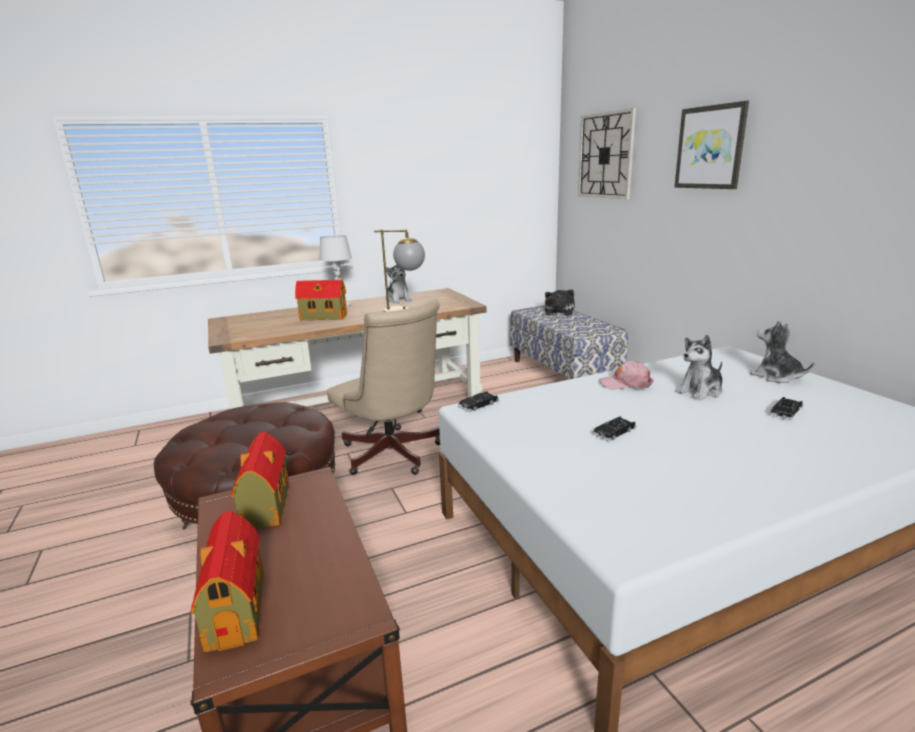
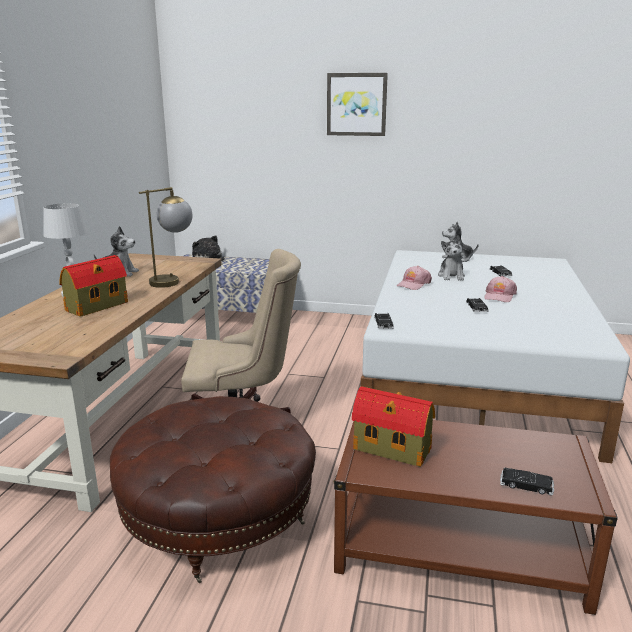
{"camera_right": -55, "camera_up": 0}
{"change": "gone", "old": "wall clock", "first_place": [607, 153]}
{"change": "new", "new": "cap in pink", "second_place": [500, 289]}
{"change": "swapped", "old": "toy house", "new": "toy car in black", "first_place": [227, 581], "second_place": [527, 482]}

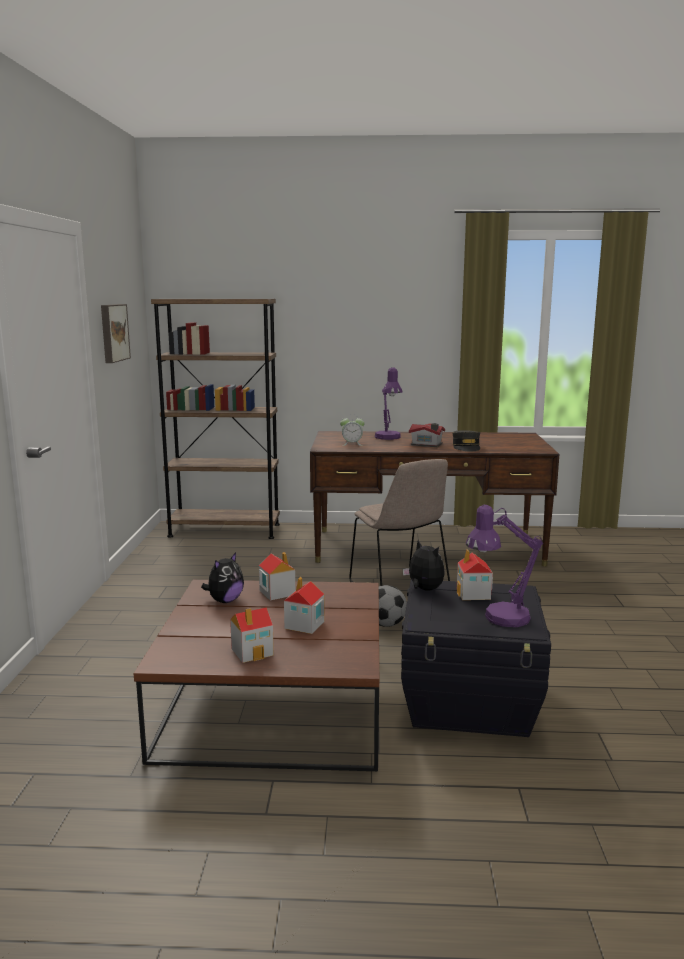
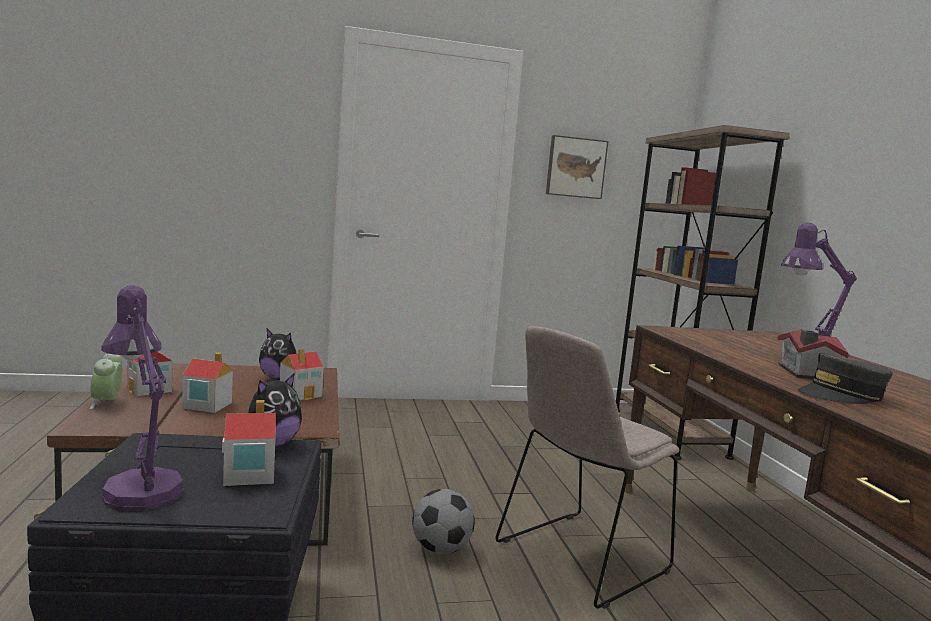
{"camera_right": 75, "camera_up": -5}
{"change": "shifted", "old": "alarm clock", "first_place": [352, 430], "second_place": [106, 381]}

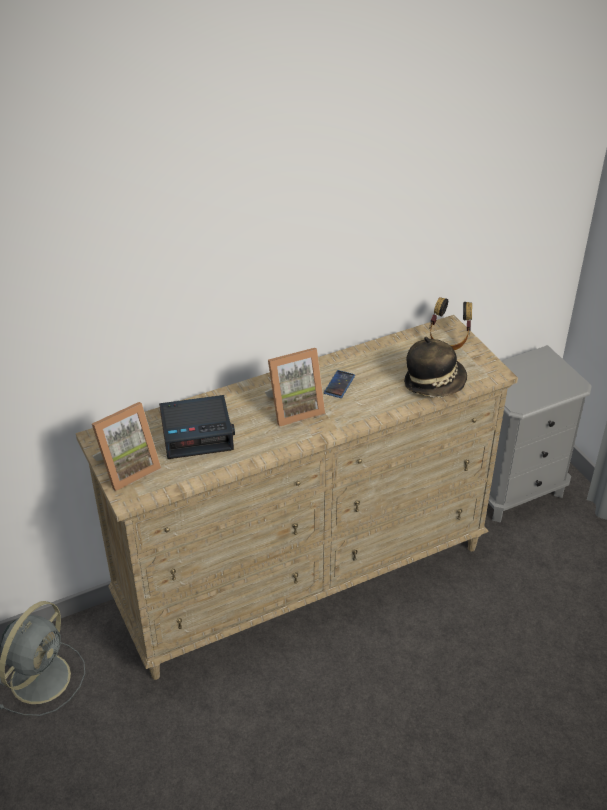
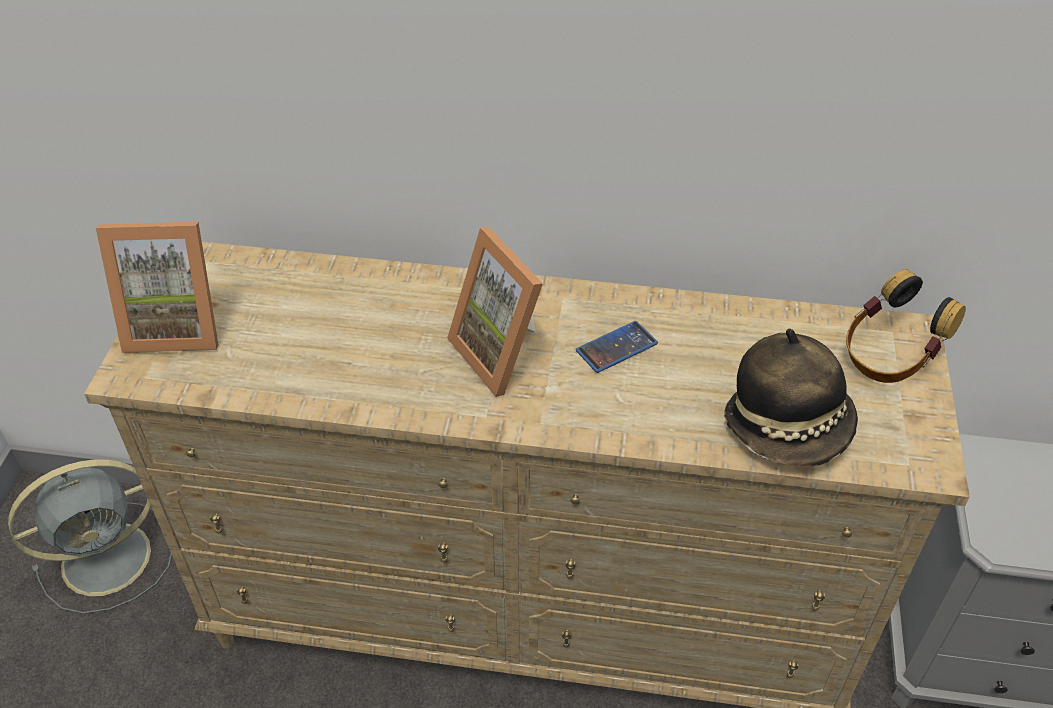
{"camera_right": 35, "camera_up": 5}
{"change": "gone", "old": "alarm clock", "first_place": [197, 427]}
{"change": "rotated", "old": "picture frame", "first_place": [295, 387], "second_place": [495, 312], "degrees": 45}

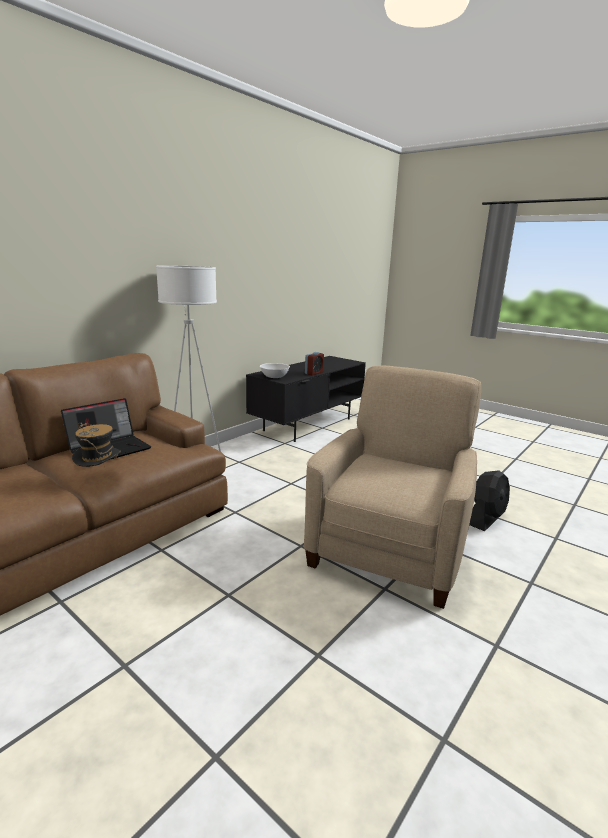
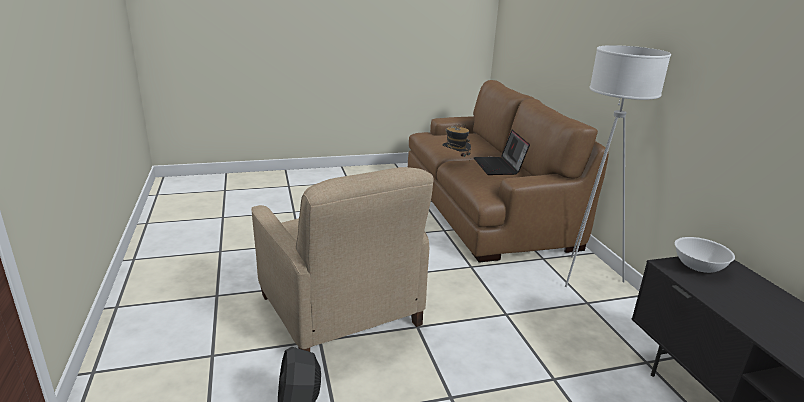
{"camera_right": 125, "camera_up": 5}
{"change": "gone", "old": "alarm clock", "first_place": [314, 363]}

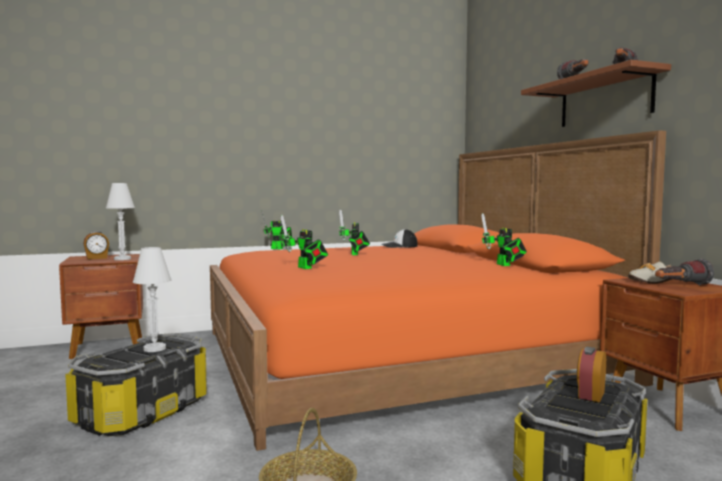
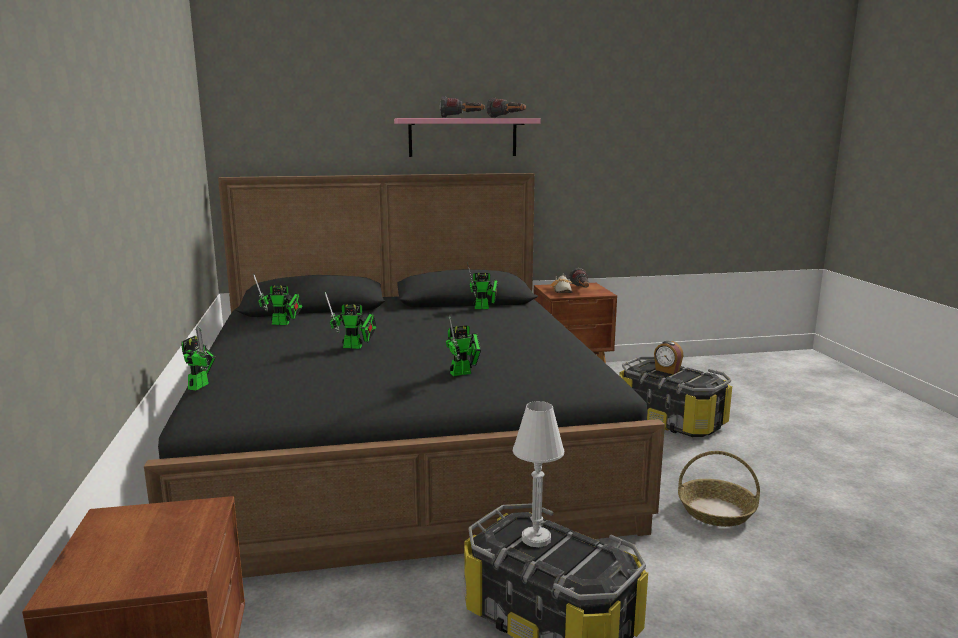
{"camera_right": -80, "camera_up": 10}
{"change": "gone", "old": "alarm clock", "first_place": [96, 245]}
{"change": "gone", "old": "table lamp in white", "first_place": [120, 221]}
{"change": "swapped", "old": "cap", "new": "toy robot", "first_place": [400, 238], "second_place": [277, 299]}
{"change": "repainted", "old": "bed in orange", "new": "bed in black", "first_place": [438, 290], "second_place": [404, 375]}
{"change": "repainted", "old": "shelf in brown", "new": "shelf in pink", "first_place": [596, 93], "second_place": [467, 137]}

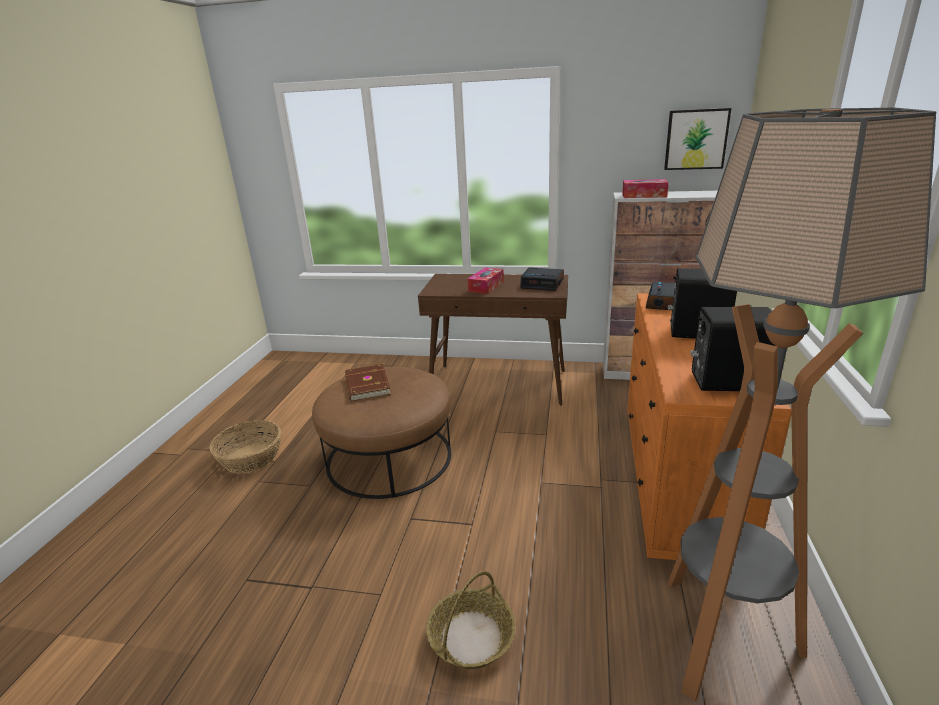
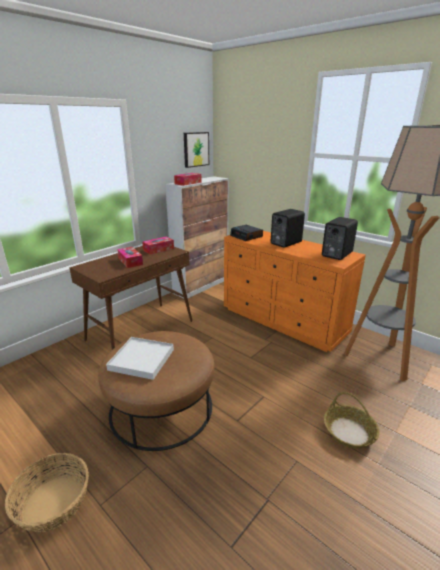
{"camera_right": -60, "camera_up": 0}
{"change": "swapped", "old": "book in brown", "new": "tray in white", "first_place": [368, 382], "second_place": [140, 358]}
{"change": "swapped", "old": "alarm clock", "new": "tissue box", "first_place": [542, 279], "second_place": [158, 245]}

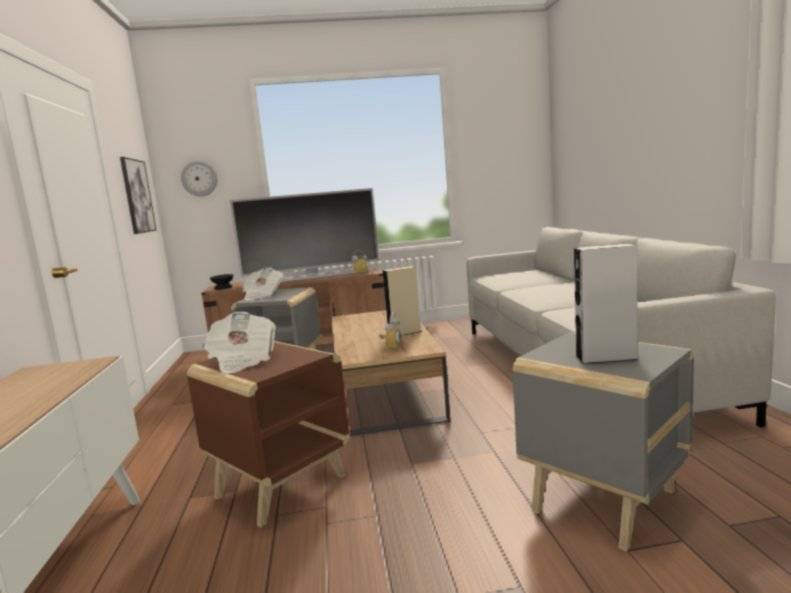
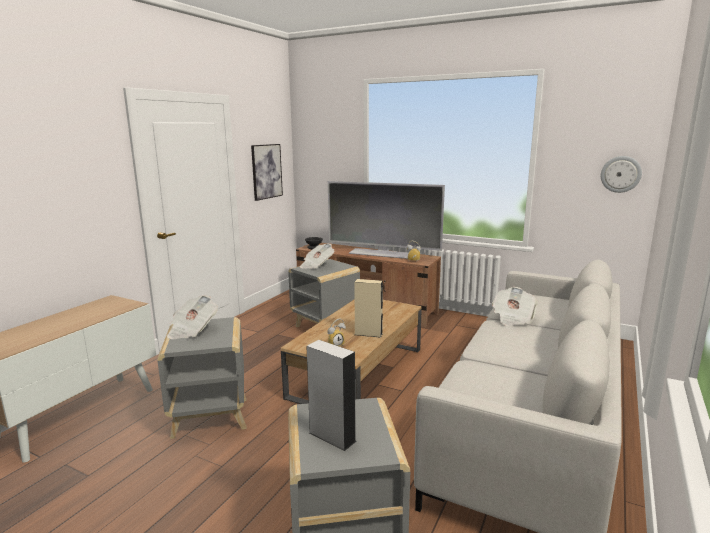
{"camera_right": 35, "camera_up": 5}
{"change": "new", "new": "newspaper", "second_place": [515, 306]}
{"change": "shifted", "old": "wall clock", "first_place": [199, 179], "second_place": [621, 174]}
{"change": "repainted", "old": "side table in brown", "new": "side table in grey", "first_place": [268, 434], "second_place": [201, 378]}

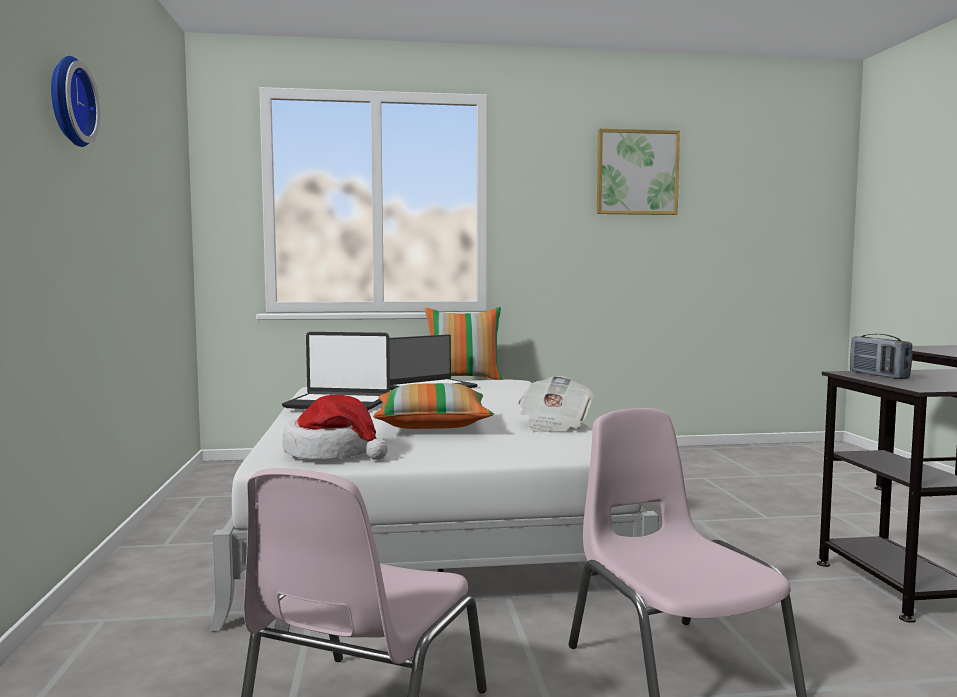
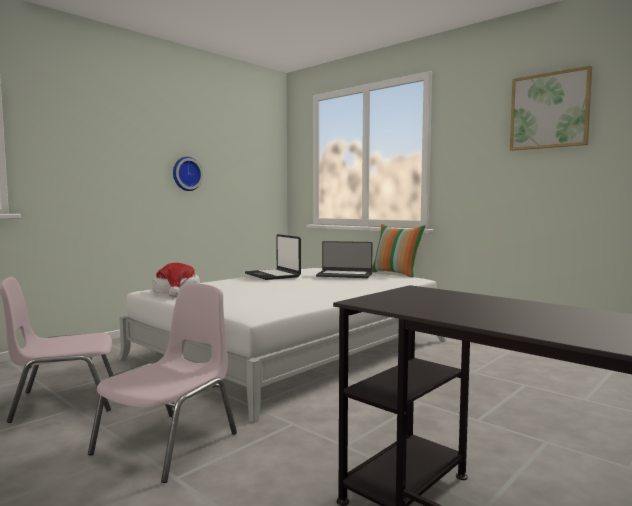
{"camera_right": 50, "camera_up": 0}
{"change": "gone", "old": "pillow", "first_place": [433, 406]}
{"change": "gone", "old": "newspaper", "first_place": [556, 404]}
{"change": "gone", "old": "radio", "first_place": [881, 356]}
{"change": "shifted", "old": "wall clock", "first_place": [75, 101], "second_place": [188, 174]}

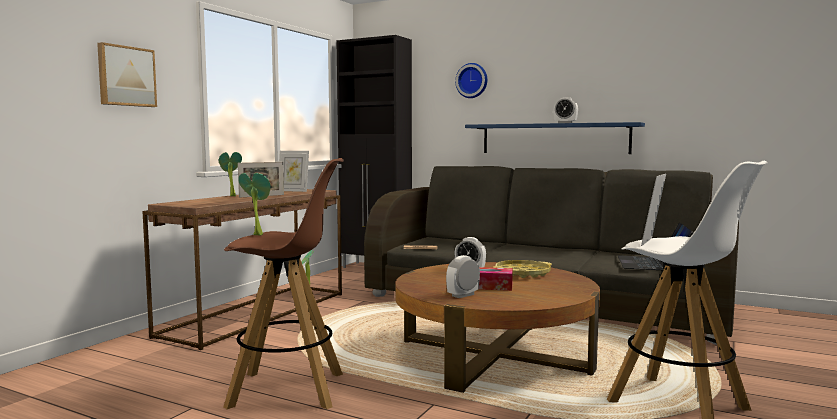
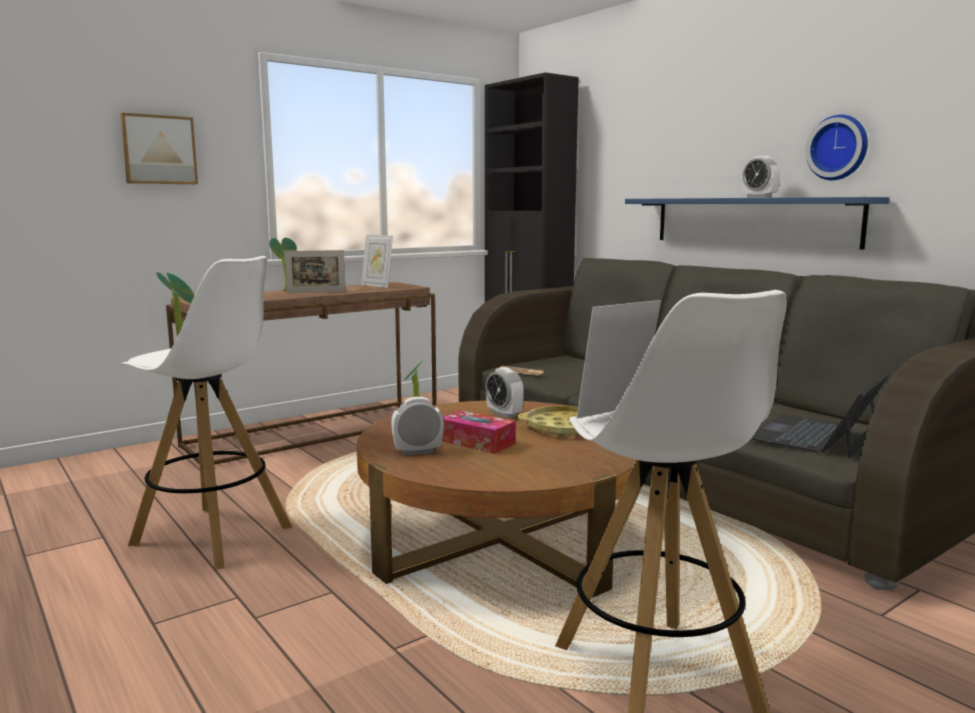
{"camera_right": 25, "camera_up": 5}
{"change": "shifted", "old": "wall clock", "first_place": [471, 80], "second_place": [837, 147]}
{"change": "repainted", "old": "stool in brown", "new": "stool in white", "first_place": [283, 283], "second_place": [207, 413]}

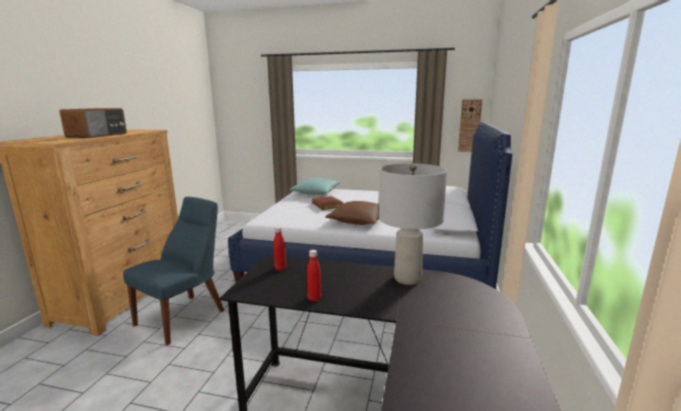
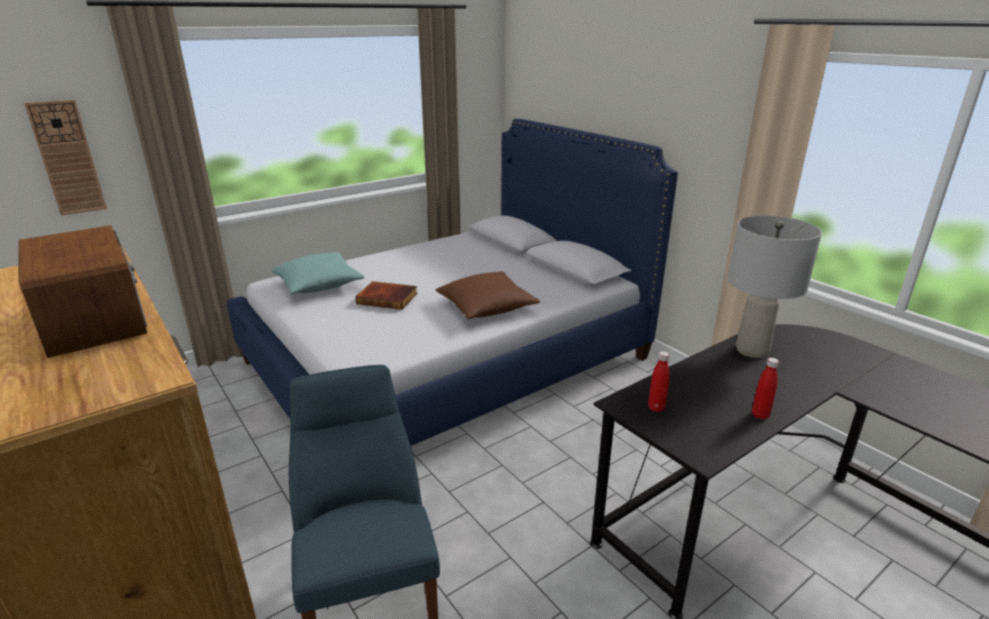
{"camera_right": -50, "camera_up": 10}
{"change": "shifted", "old": "wall clock", "first_place": [470, 125], "second_place": [65, 158]}

